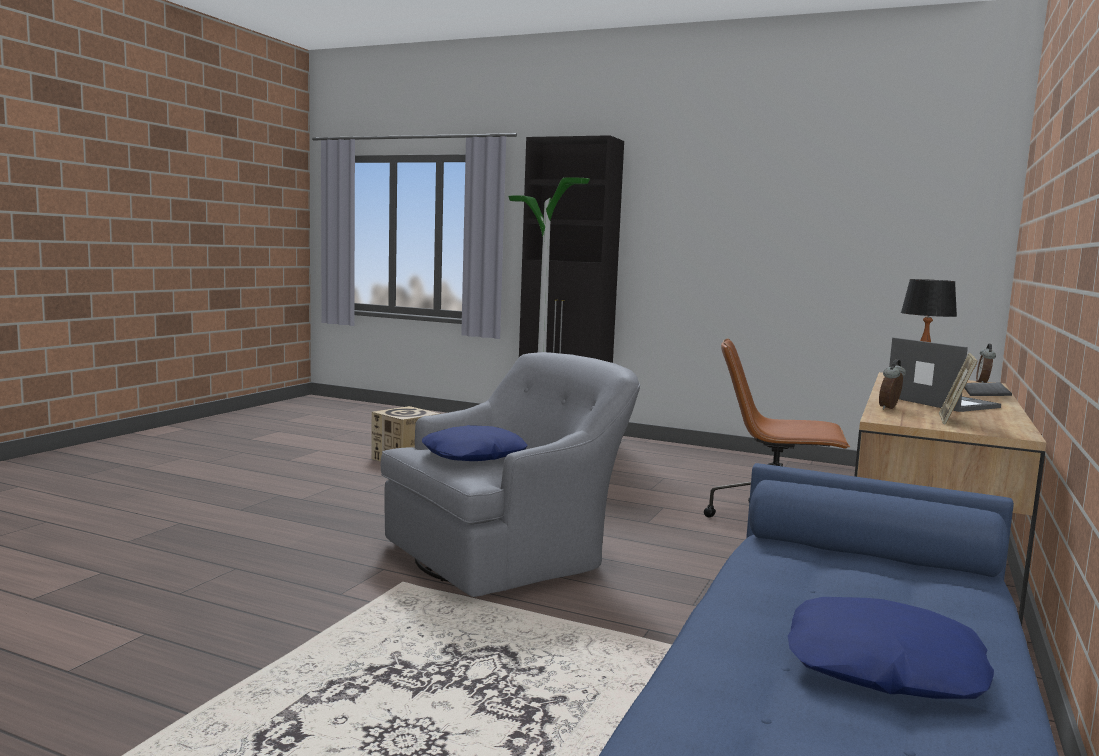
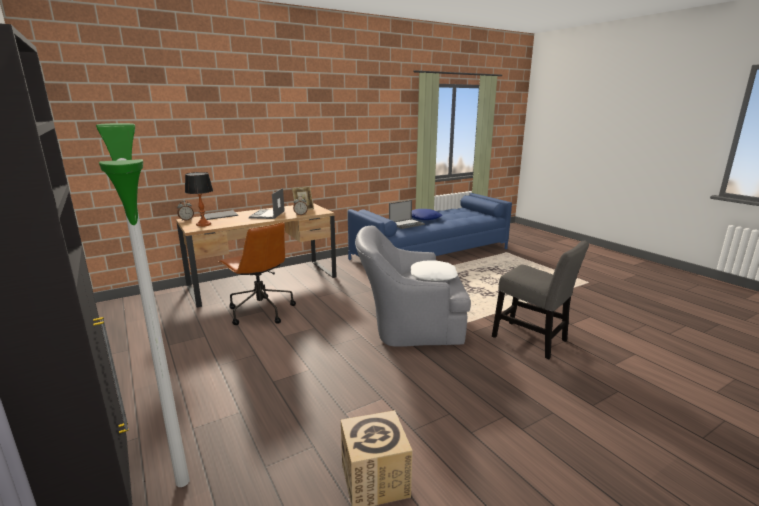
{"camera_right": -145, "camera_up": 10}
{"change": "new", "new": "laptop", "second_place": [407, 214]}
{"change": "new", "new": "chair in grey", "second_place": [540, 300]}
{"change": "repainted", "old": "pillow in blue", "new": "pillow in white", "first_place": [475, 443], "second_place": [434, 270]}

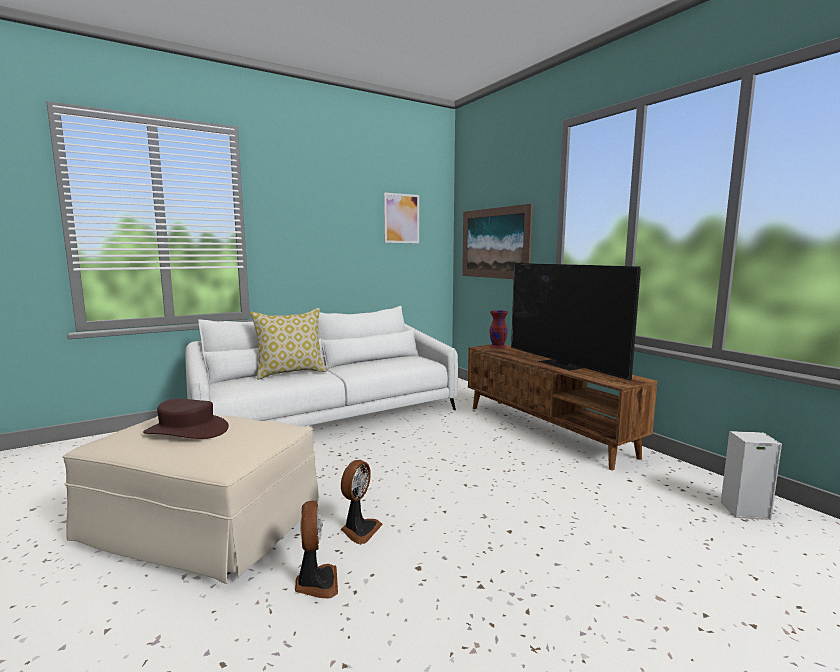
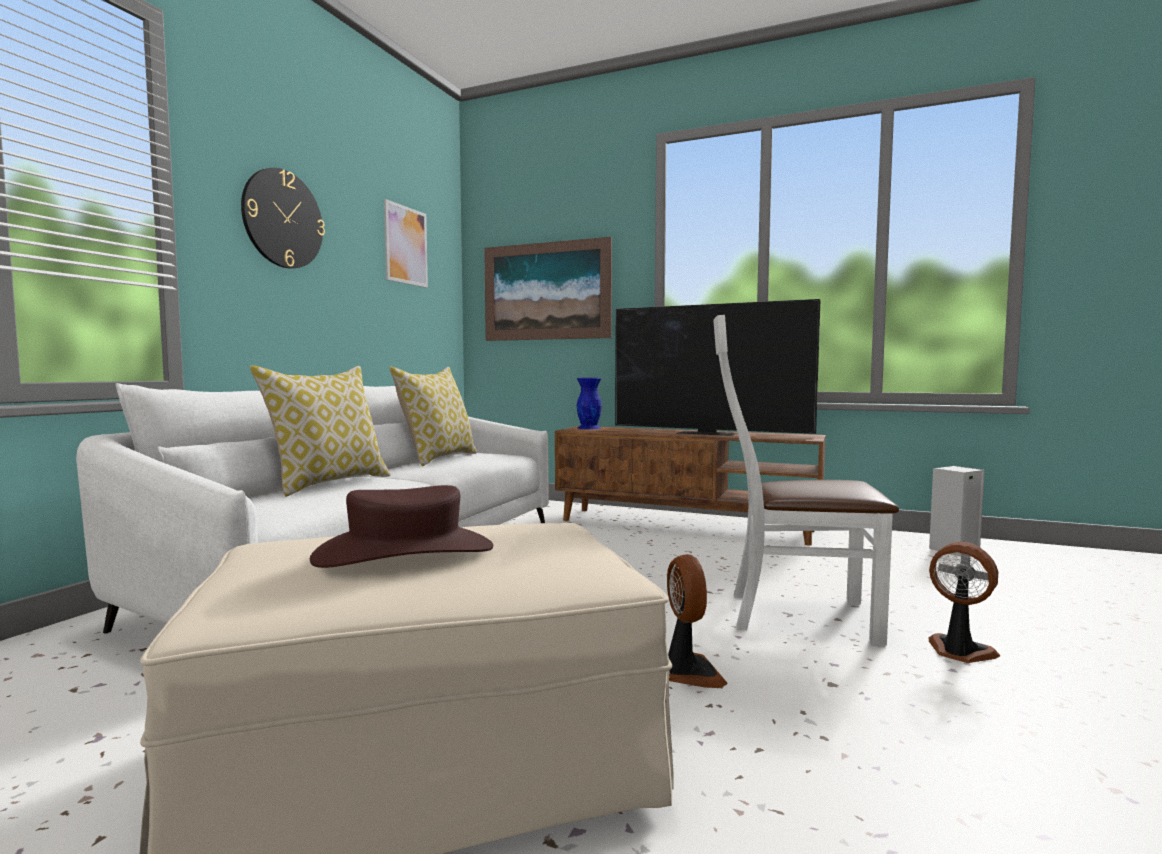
{"camera_right": -35, "camera_up": -5}
{"change": "new", "new": "wall clock", "second_place": [283, 218]}
{"change": "new", "new": "pillow", "second_place": [433, 416]}
{"change": "new", "new": "chair in white", "second_place": [806, 480]}
{"change": "shifted", "old": "fan", "first_place": [316, 549], "second_place": [964, 602]}
{"change": "repainted", "old": "vase in red", "new": "vase in blue", "first_place": [498, 329], "second_place": [589, 403]}

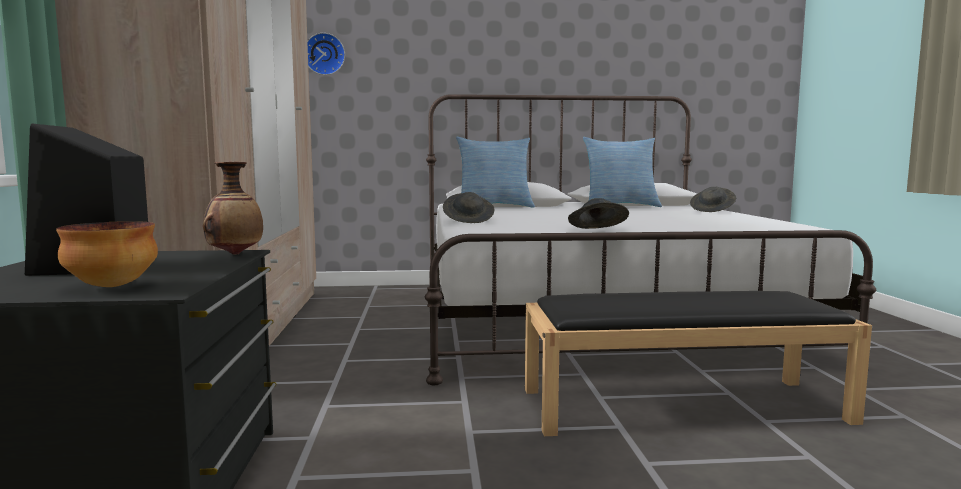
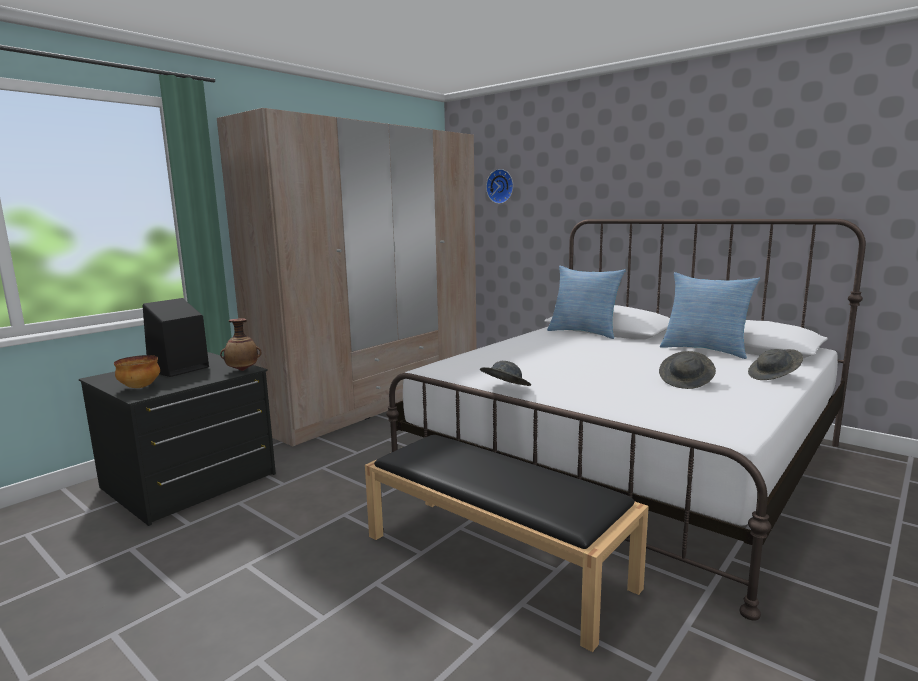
{"camera_right": 45, "camera_up": 5}
{"change": "shifted", "old": "hat in grey", "first_place": [468, 207], "second_place": [687, 370]}

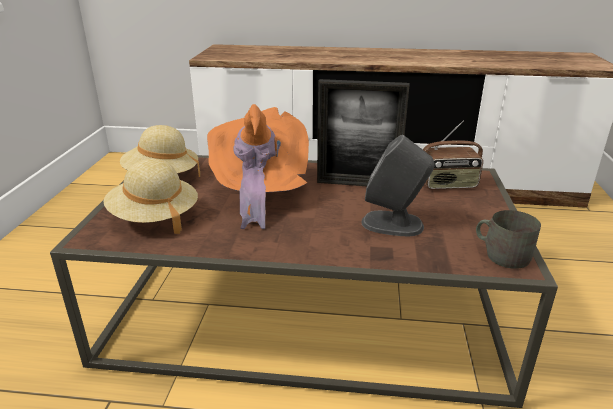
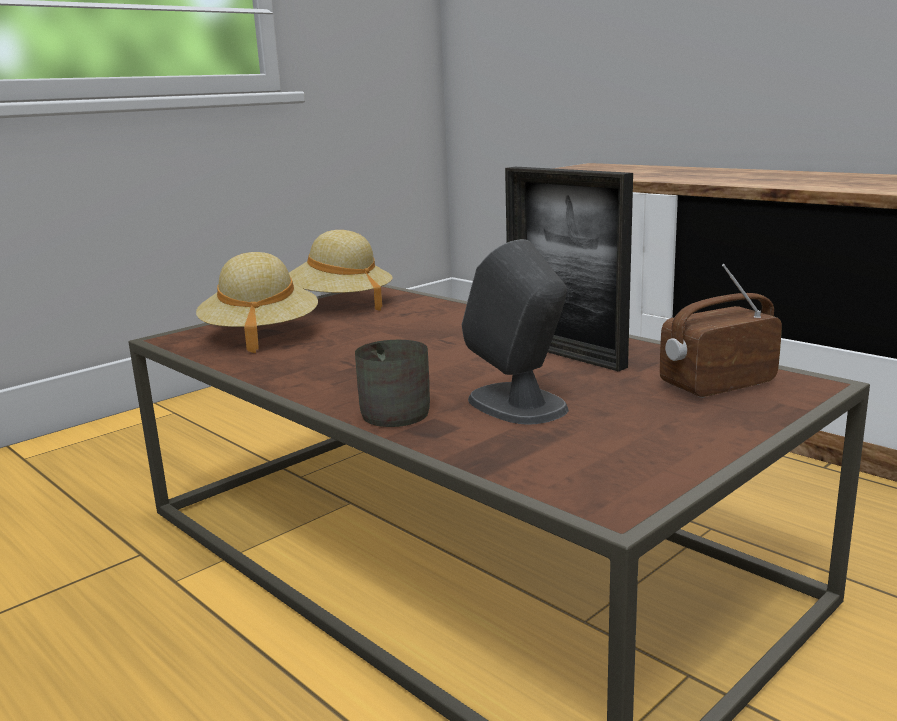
{"camera_right": 40, "camera_up": -10}
{"change": "gone", "old": "hat in orange", "first_place": [258, 166]}
{"change": "shifted", "old": "mug in grey", "first_place": [508, 239], "second_place": [392, 383]}
{"change": "rotated", "old": "radio", "first_place": [453, 154], "second_place": [721, 331], "degrees": 120}

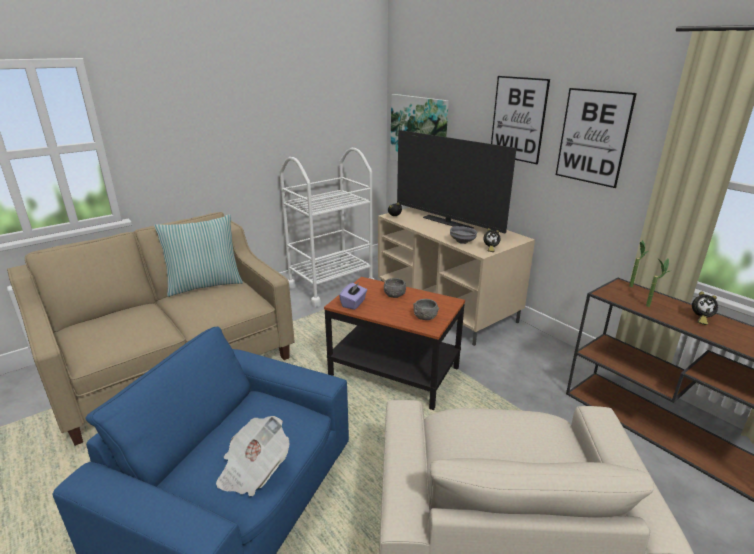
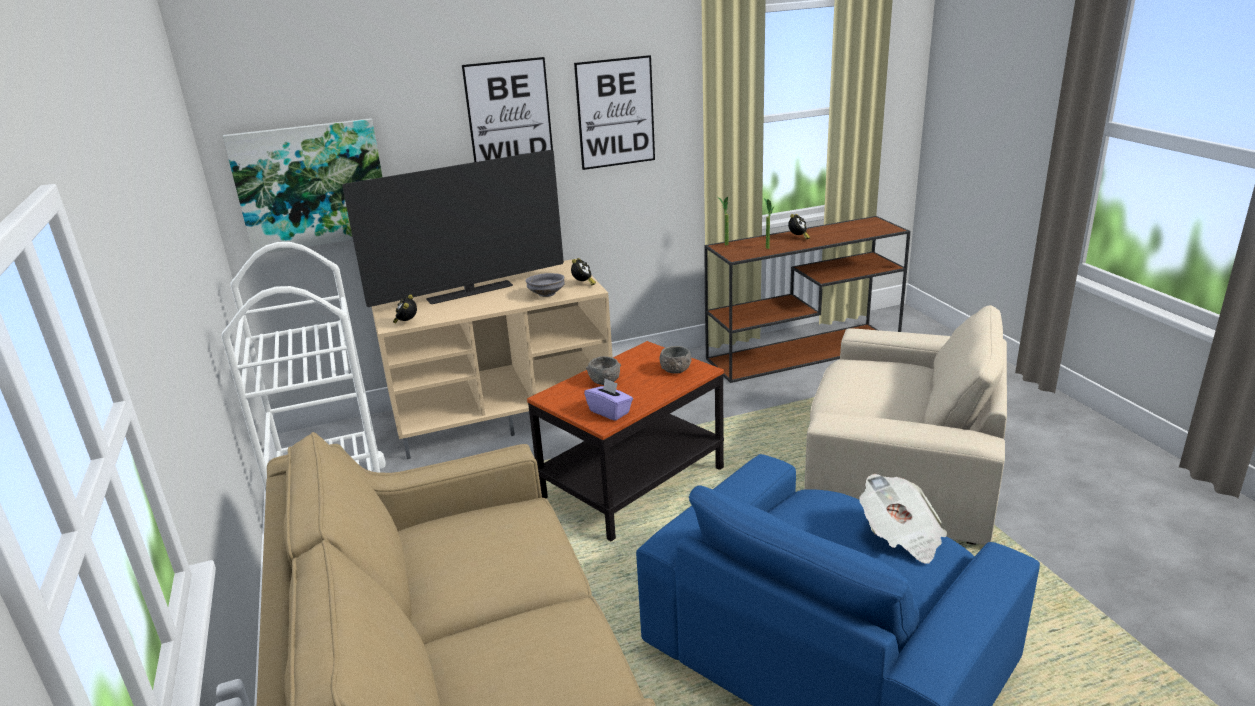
{"camera_right": -70, "camera_up": 0}
{"change": "gone", "old": "pillow", "first_place": [198, 255]}

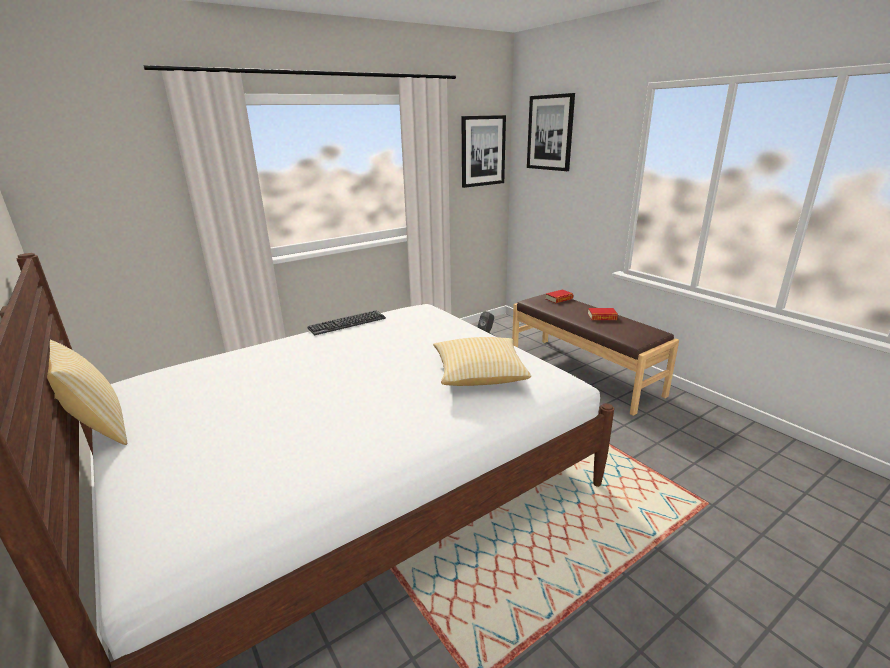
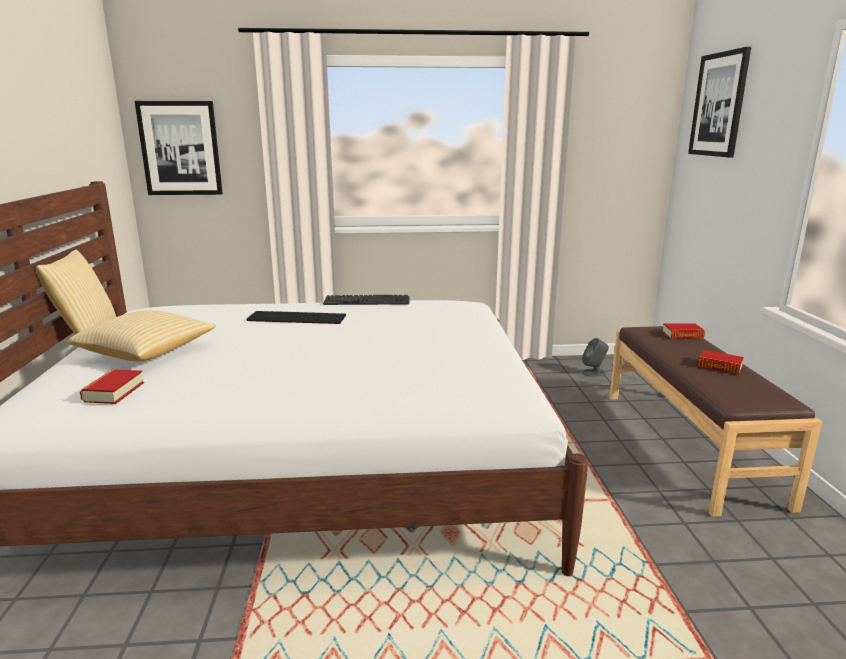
{"camera_right": 30, "camera_up": -5}
{"change": "new", "new": "book", "second_place": [112, 386]}
{"change": "new", "new": "keyboard", "second_place": [296, 317]}
{"change": "shifted", "old": "pillow", "first_place": [482, 361], "second_place": [142, 335]}
{"change": "shifted", "old": "picture", "first_place": [483, 151], "second_place": [179, 148]}

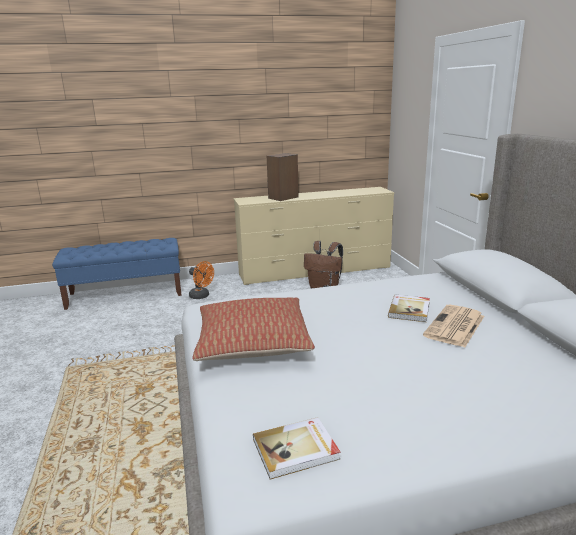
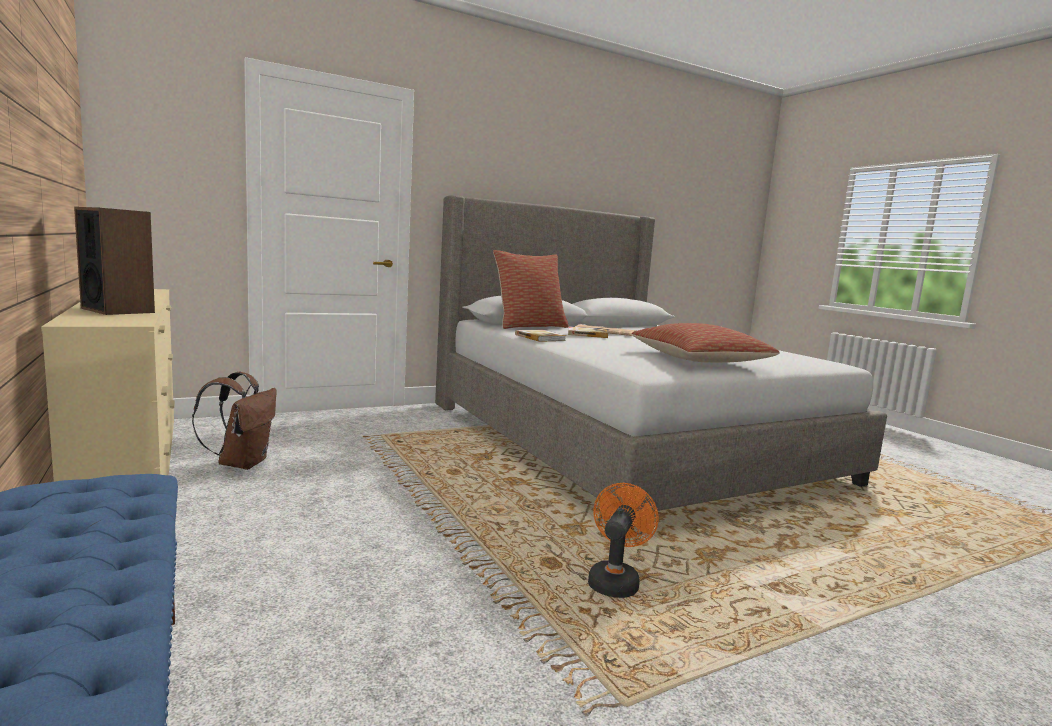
{"camera_right": -105, "camera_up": -10}
{"change": "new", "new": "pillow", "second_place": [531, 289]}
{"change": "shifted", "old": "fan in orange", "first_place": [201, 280], "second_place": [623, 540]}
{"change": "shifted", "old": "book", "first_place": [297, 448], "second_place": [540, 336]}

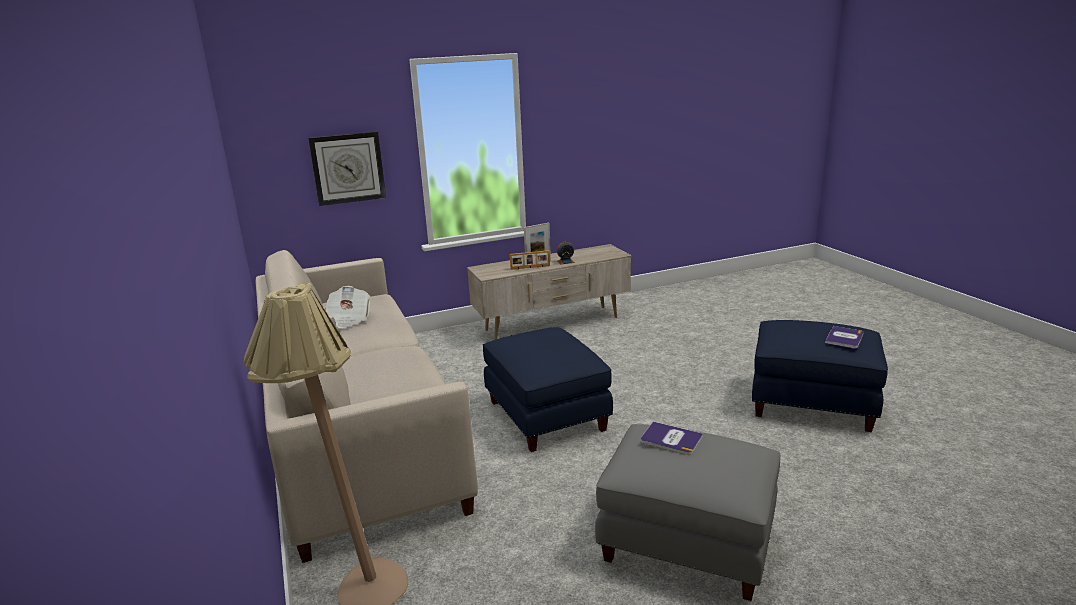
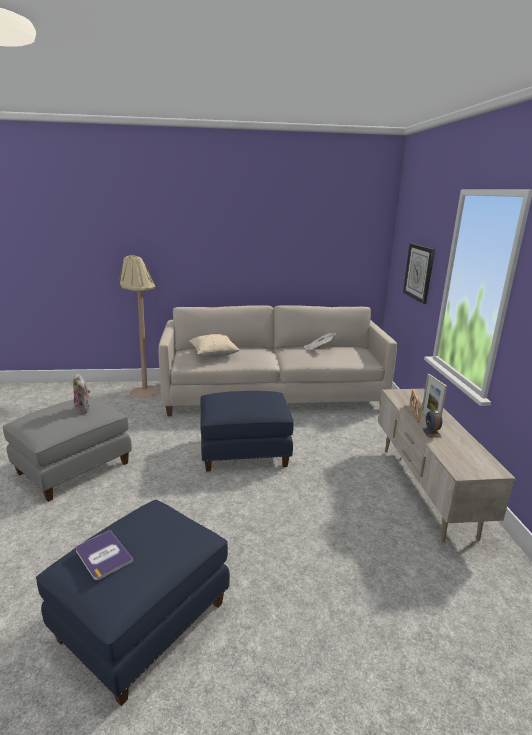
{"camera_right": 105, "camera_up": 0}
{"change": "new", "new": "pillow in beige", "second_place": [214, 345]}
{"change": "swapped", "old": "book", "new": "plush toy", "first_place": [672, 438], "second_place": [82, 393]}

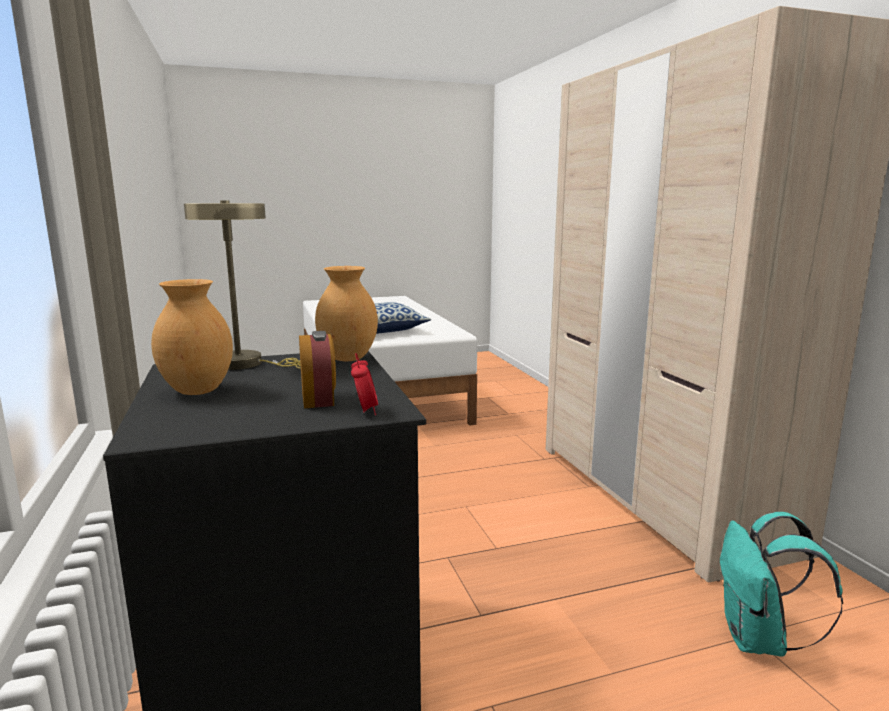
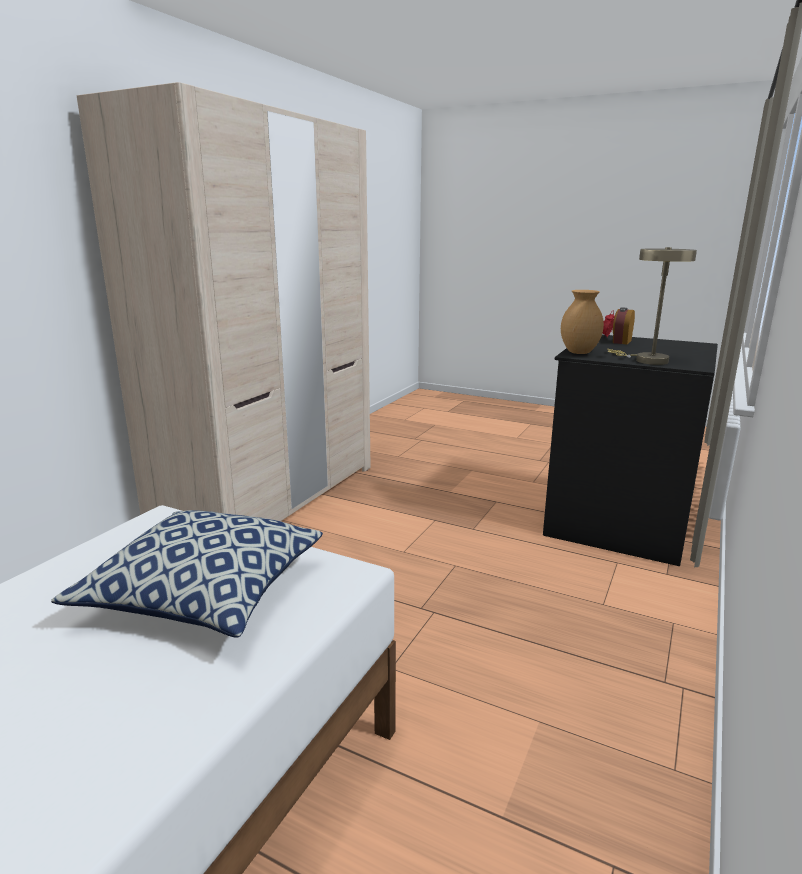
{"camera_right": -135, "camera_up": 5}
{"change": "gone", "old": "vase in brown", "first_place": [192, 337]}
{"change": "gone", "old": "backpack in turquoise", "first_place": [781, 584]}

